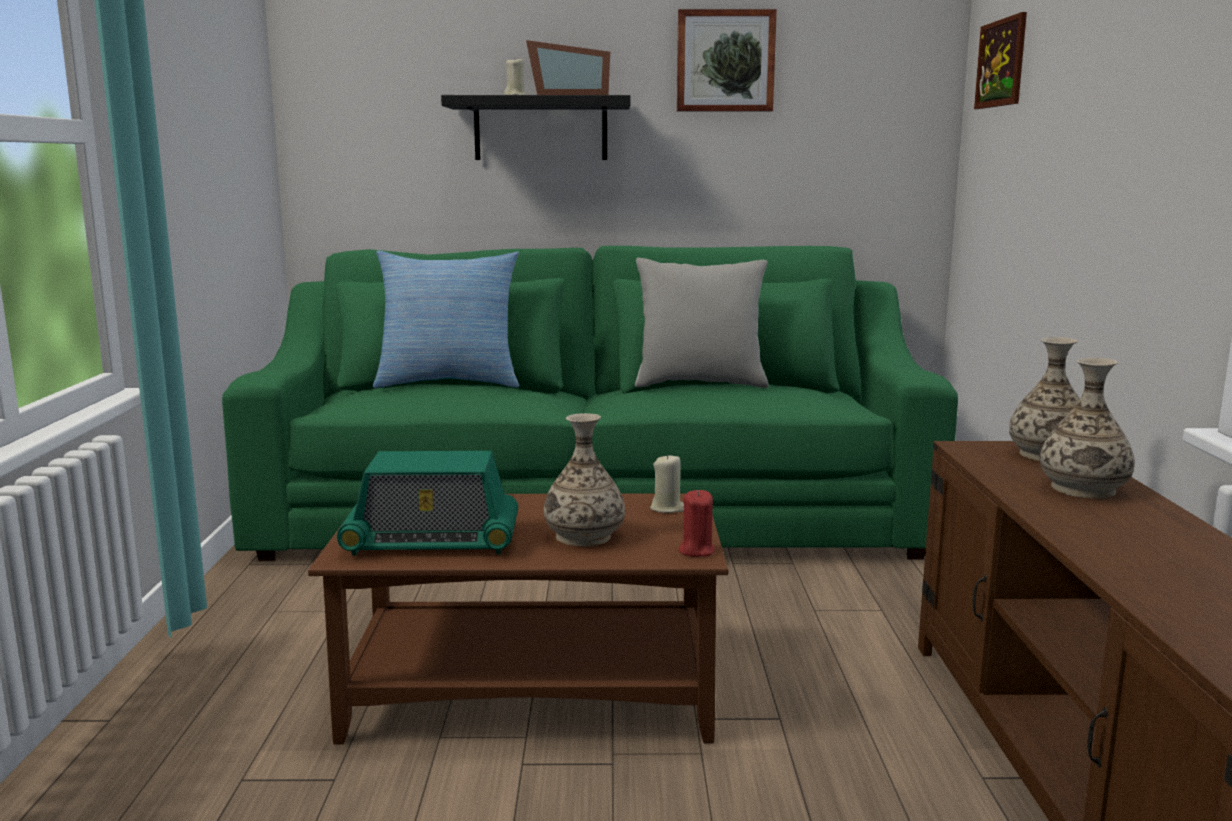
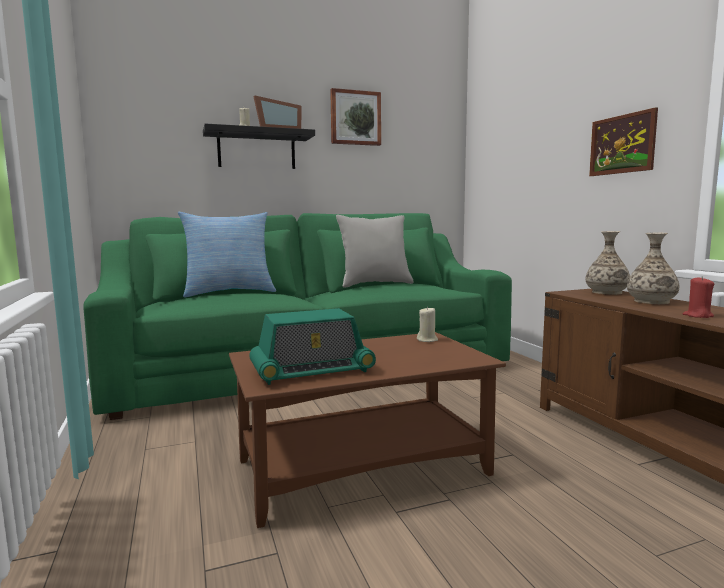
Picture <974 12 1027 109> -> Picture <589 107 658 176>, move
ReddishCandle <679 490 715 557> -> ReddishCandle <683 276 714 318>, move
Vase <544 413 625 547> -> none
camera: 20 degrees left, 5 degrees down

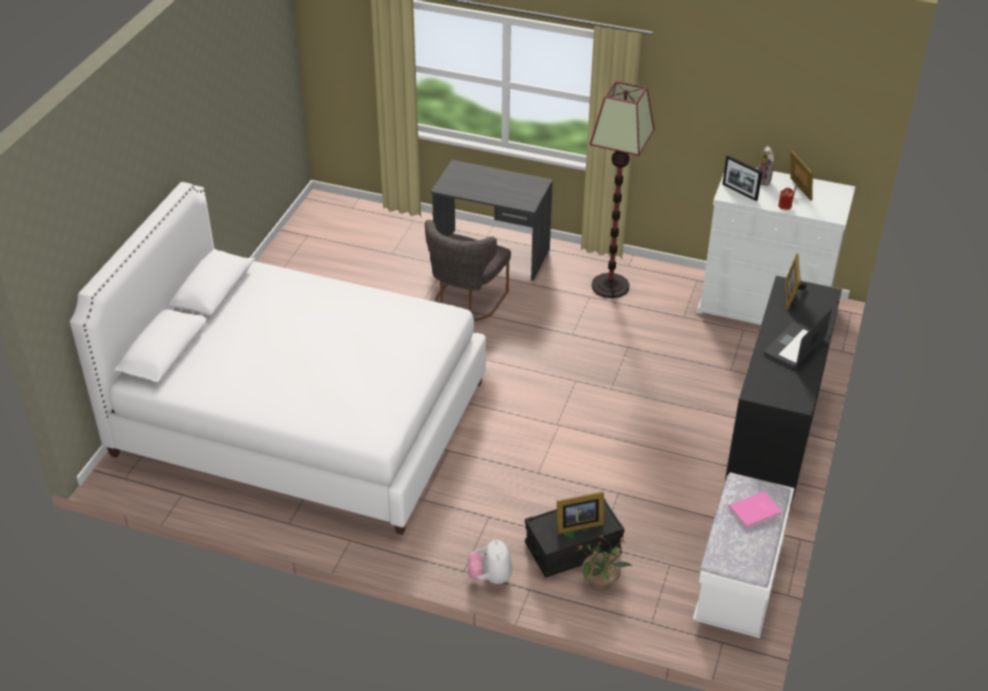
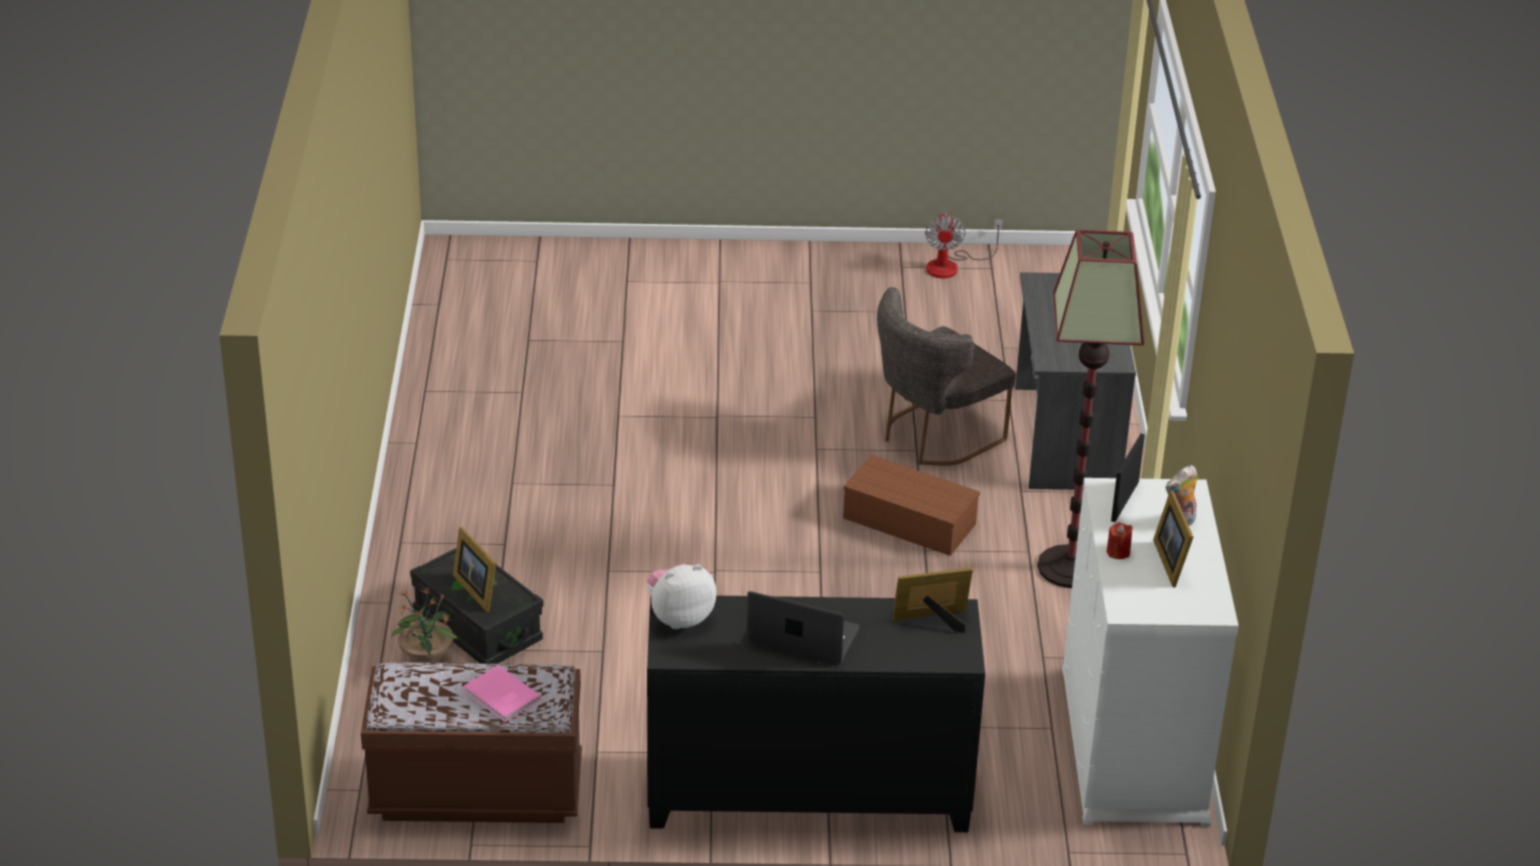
WhiteLongSeat <693 473 794 638> -> BrownishLongSeat <361 663 582 823>
PlushToy <467 539 512 584> -> PlushToy <647 564 716 629>, move
none -> BrownishStorageContainer <843 455 980 556>
GrayChair <425 220 511 322> -> GrayChair <877 287 1016 466>, 45 degrees counterclockwise
none -> Fan <925 213 1003 278>
PhotoFrame <790 150 813 201> -> PhotoFrame <1153 490 1193 588>, 120 degrees clockwise
WhiteBed <70 182 486 535> -> none
camera: 70 degrees right, 5 degrees down

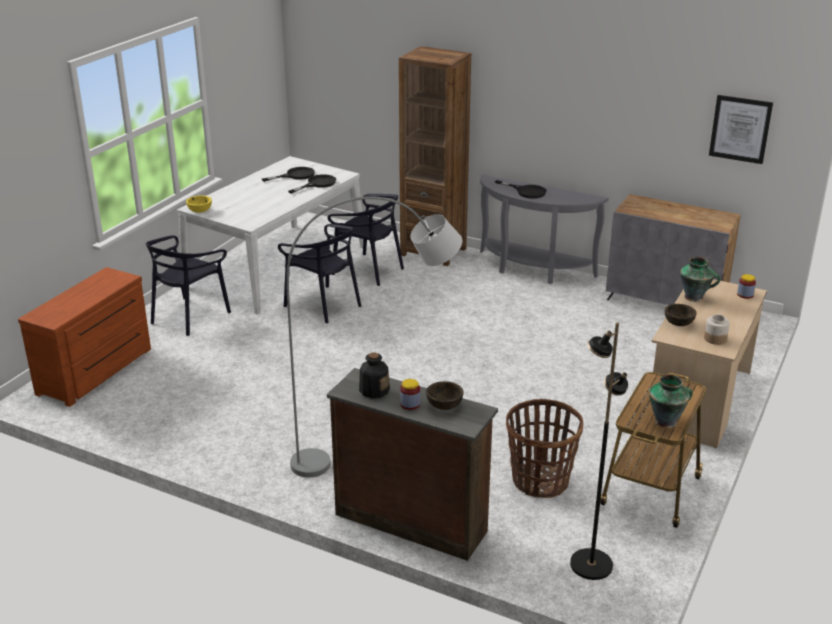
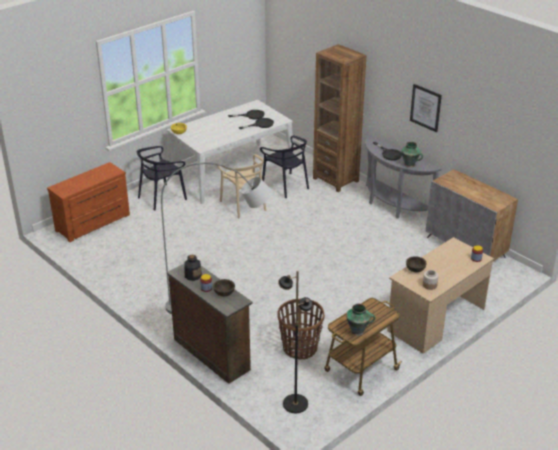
BlackColouredChair <278 224 361 323> -> BeigeChair <217 154 266 218>
Vase <680 257 721 302> -> Vase <401 142 423 167>, move
Picture <709 95 773 164> -> Picture <410 84 442 132>, move
camera: 20 degrees right, 5 degrees up

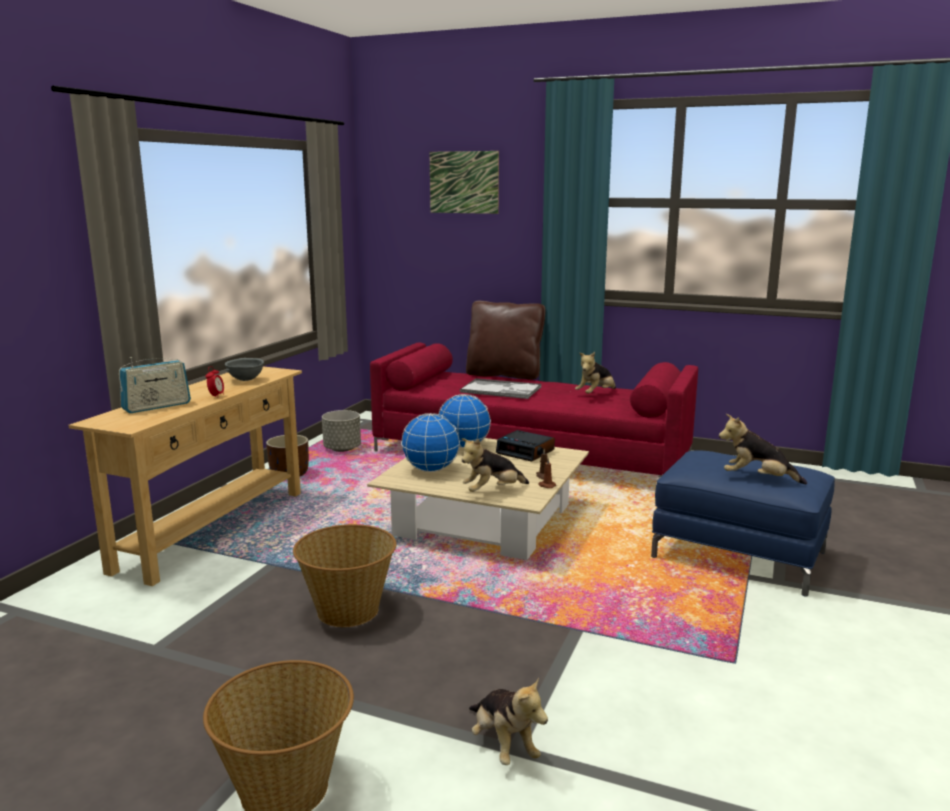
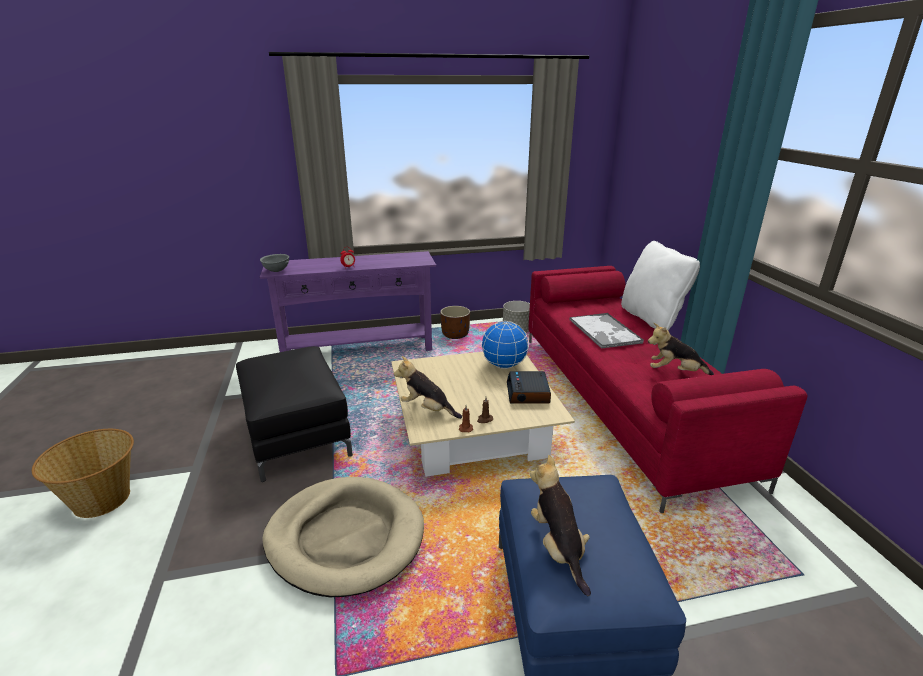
Basket <293 524 397 627> -> BlackColouredOttoman <236 346 353 482>
BeigeNarrowTable <68 366 302 586> -> PurpleNarrowTable <260 251 436 352>
GrayBowl <225 358 264 381> -> GrayBowl <260 254 289 272>, move
none -> BeigeDogCushion <262 477 424 597>
BrownishCushion <466 301 545 380> -> WhiteCushion <621 241 700 330>
RadioSet <119 357 191 413> -> none
WorldGlobe <401 413 460 472> -> none
Picture <430 151 499 214> -> none
PlushToy <469 677 548 765> -> none
camera: 55 degrees right, 10 degrees up

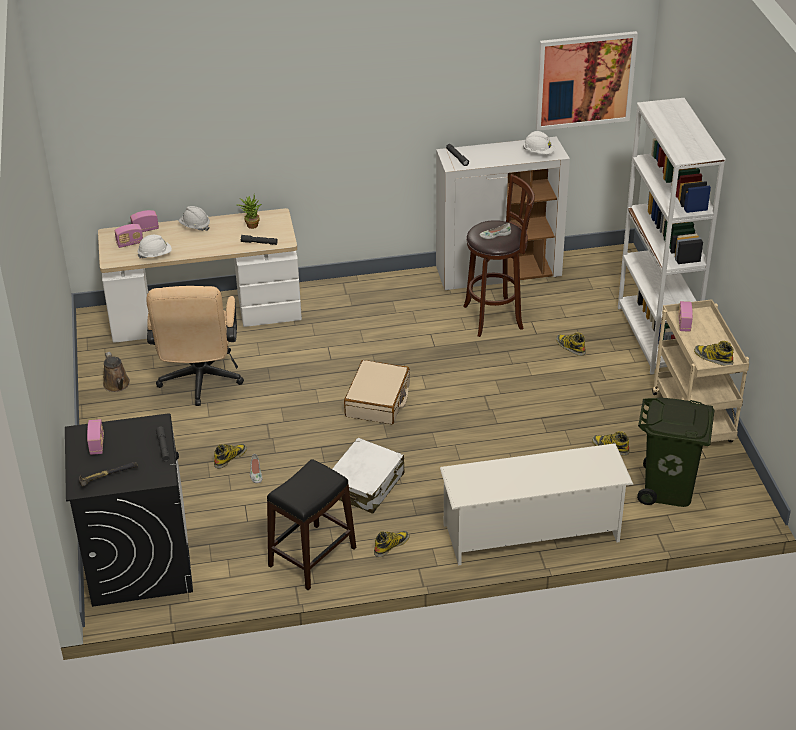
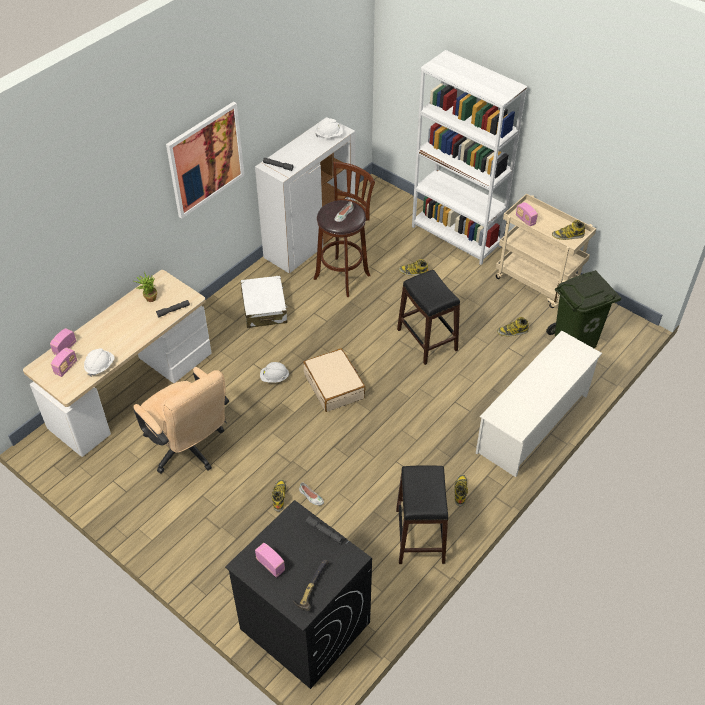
Picture <536 31 638 131> -> Picture <166 101 244 219>, move
WhiteTravelCase <333 438 405 513> -> WhiteTravelCase <241 276 288 328>, move
WhiteHardHat <178 206 210 231> -> WhiteHardHat <260 362 289 383>, move
none -> BlackColouredStoolSeat <397 270 460 365>
BrownishWateringCan <103 352 130 392> -> none
camera: 40 degrees left, 10 degrees up

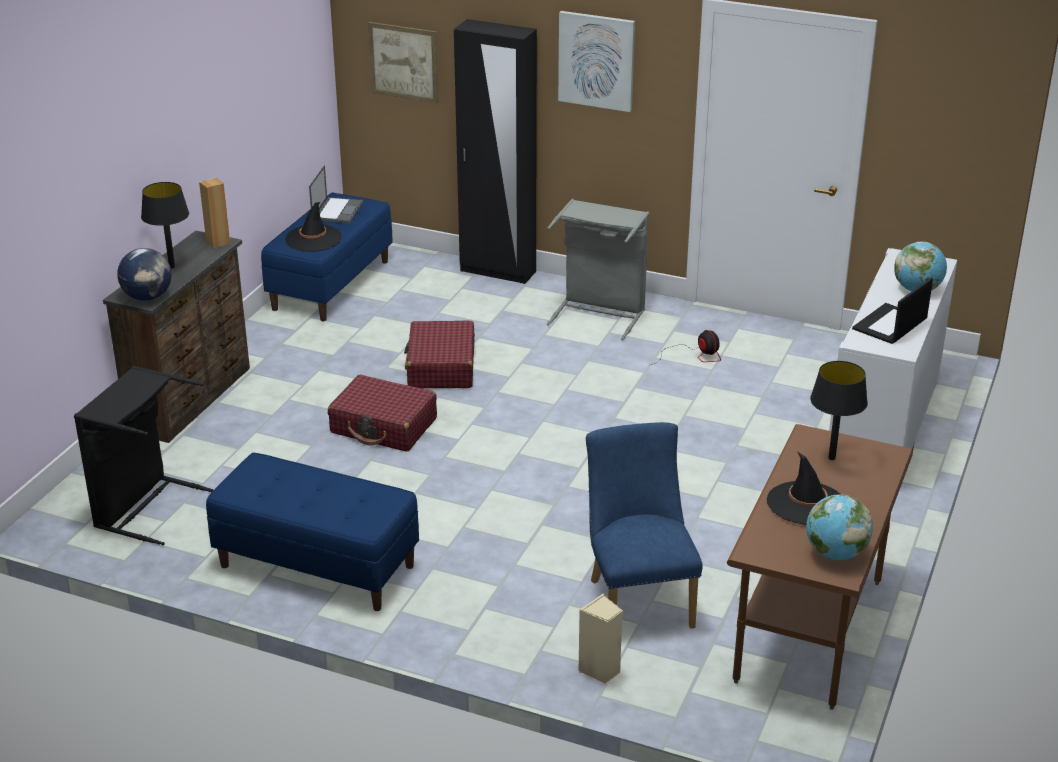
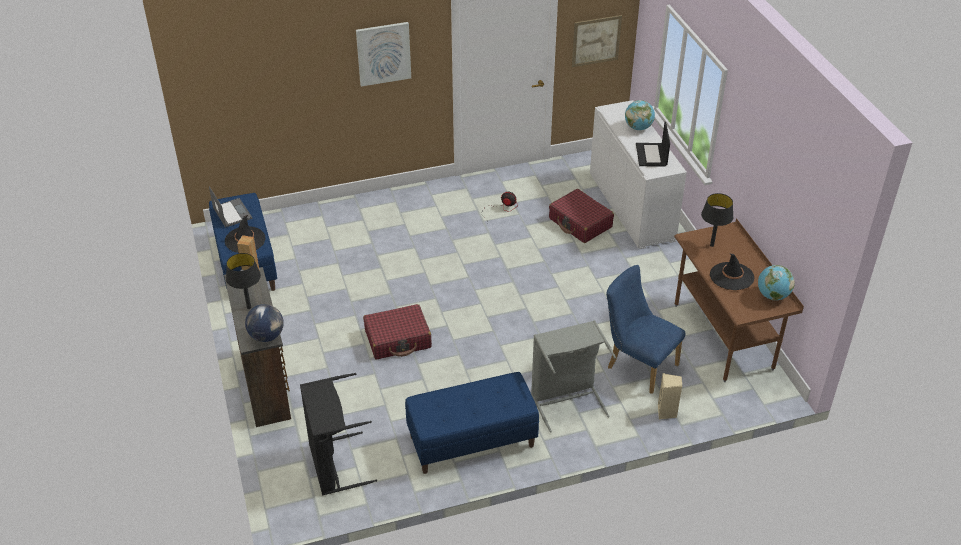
GrayHamper <547 199 649 340> -> GrayHamper <531 320 616 433>, move
ReddishTravelCase <404 320 475 388> -> ReddishTravelCase <549 189 614 243>, move
Picture <368 22 439 103> -> Picture <572 15 622 67>, move
BlackColouredArmoire <454 19 537 284> -> none
camera: 40 degrees left, 10 degrees up

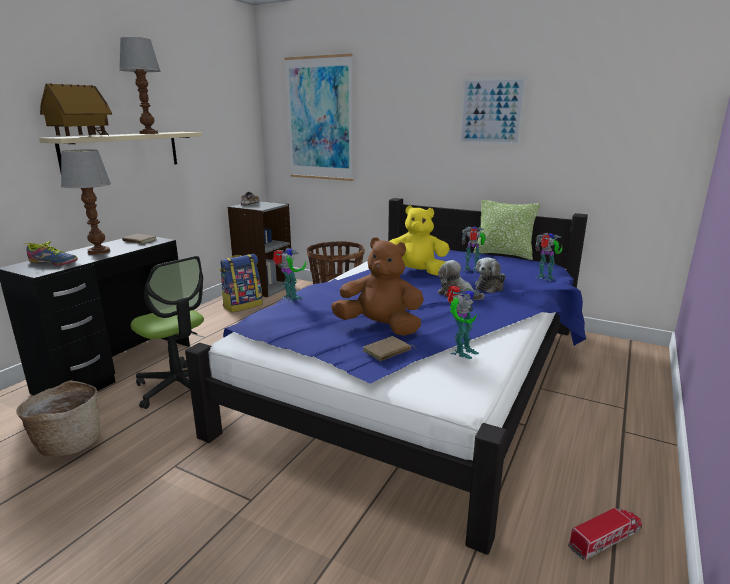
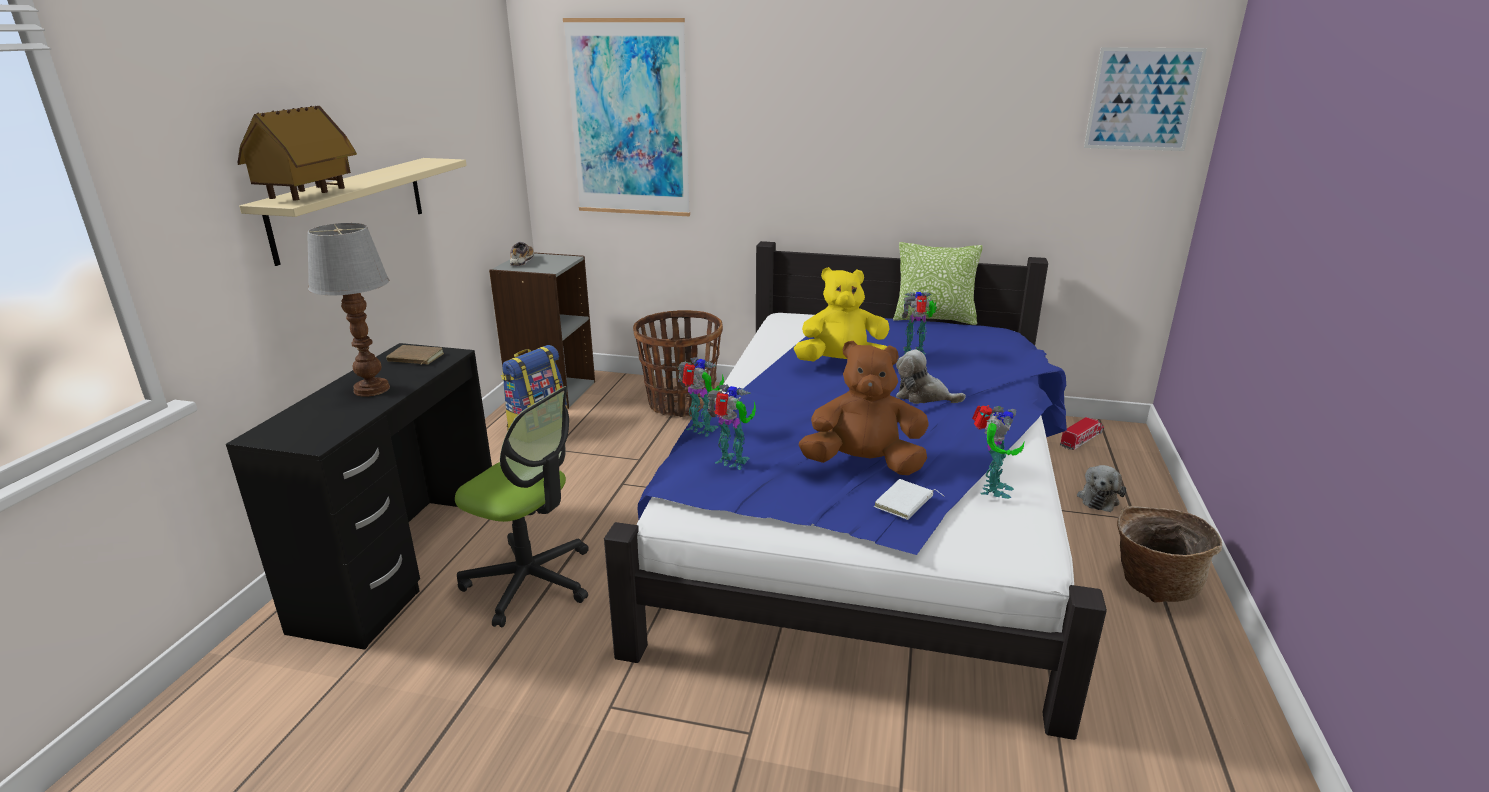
ModelRobot <535 233 562 281> -> ModelRobot <706 384 756 470>, move
BrownishVolume <363 336 417 361> -> WhiteVolume <874 479 944 520>
ModelTruck <568 508 642 560> -> ModelTruck <1060 417 1104 450>, move
PlushToy <475 257 505 293> -> PlushToy <1077 465 1126 512>, move
Picture <459 77 526 144> -> Picture <1084 47 1207 151>, move
Basket <16 380 100 456> -> Basket <1117 506 1222 603>, move
LowShoe <23 241 78 265> -> none
TableLamp <119 37 161 134> -> none
camera: 15 degrees left, 5 degrees up

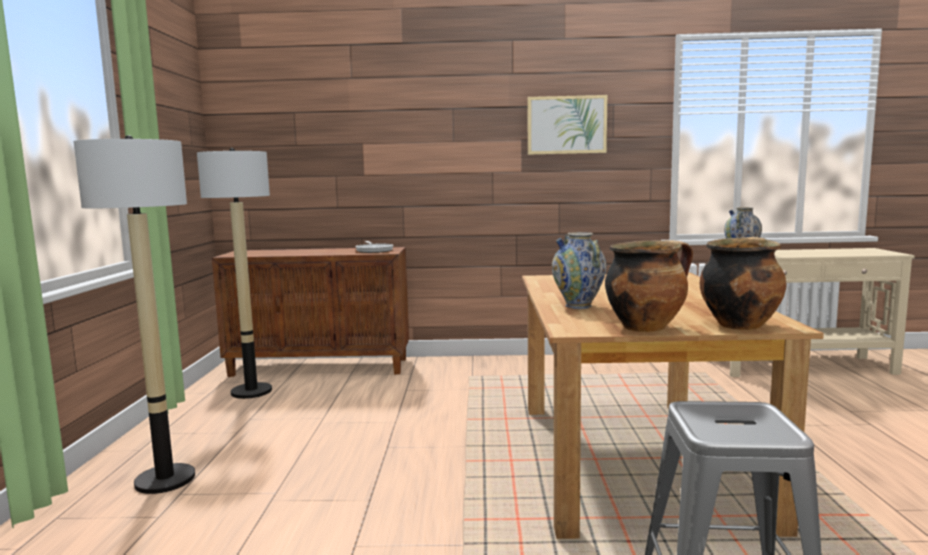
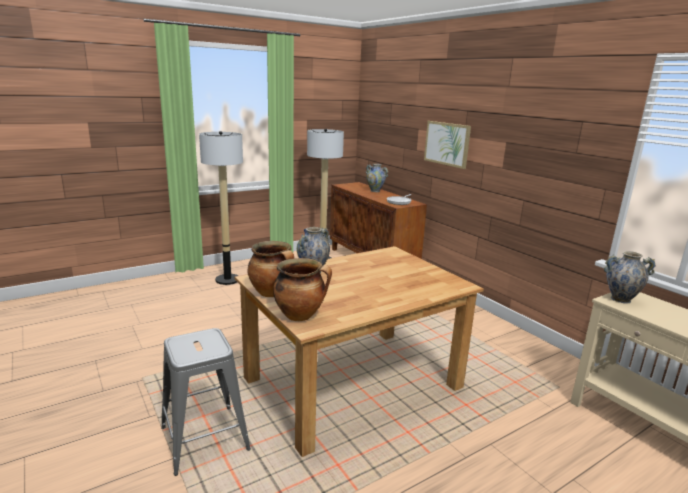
none -> Vase <366 164 388 192>
Picture <527 95 607 155> -> Picture <424 121 471 169>, move
camera: 55 degrees right, 10 degrees up

